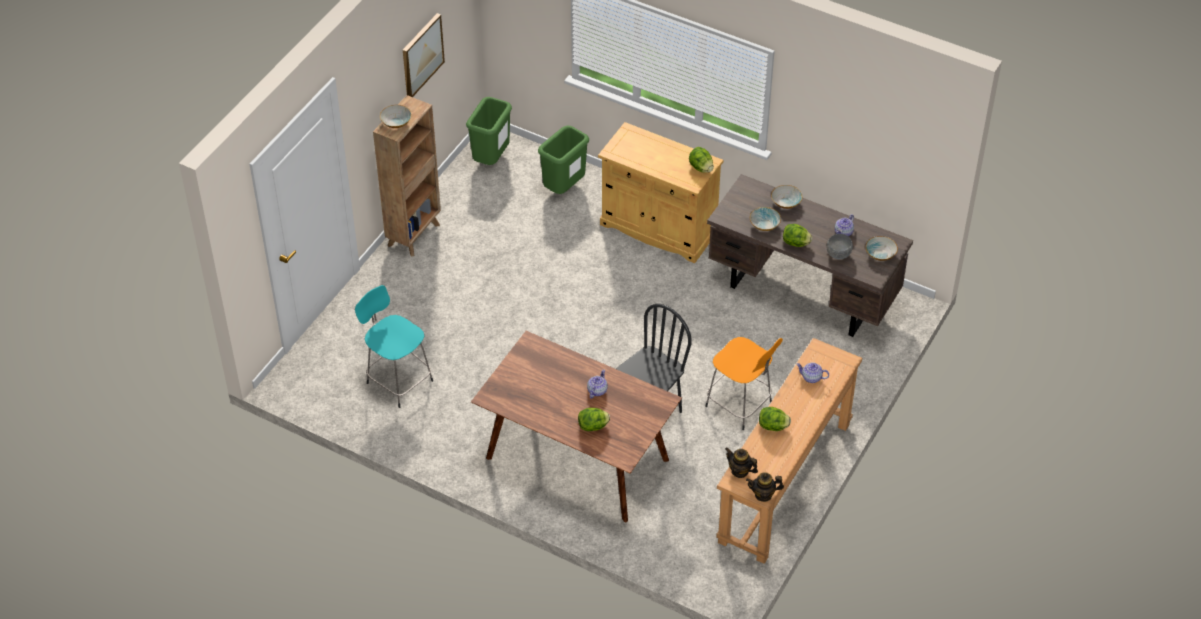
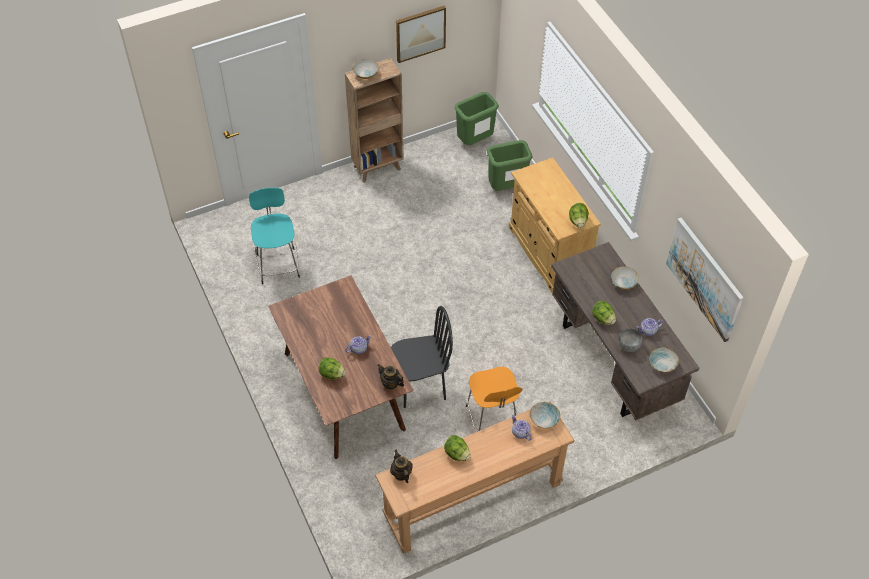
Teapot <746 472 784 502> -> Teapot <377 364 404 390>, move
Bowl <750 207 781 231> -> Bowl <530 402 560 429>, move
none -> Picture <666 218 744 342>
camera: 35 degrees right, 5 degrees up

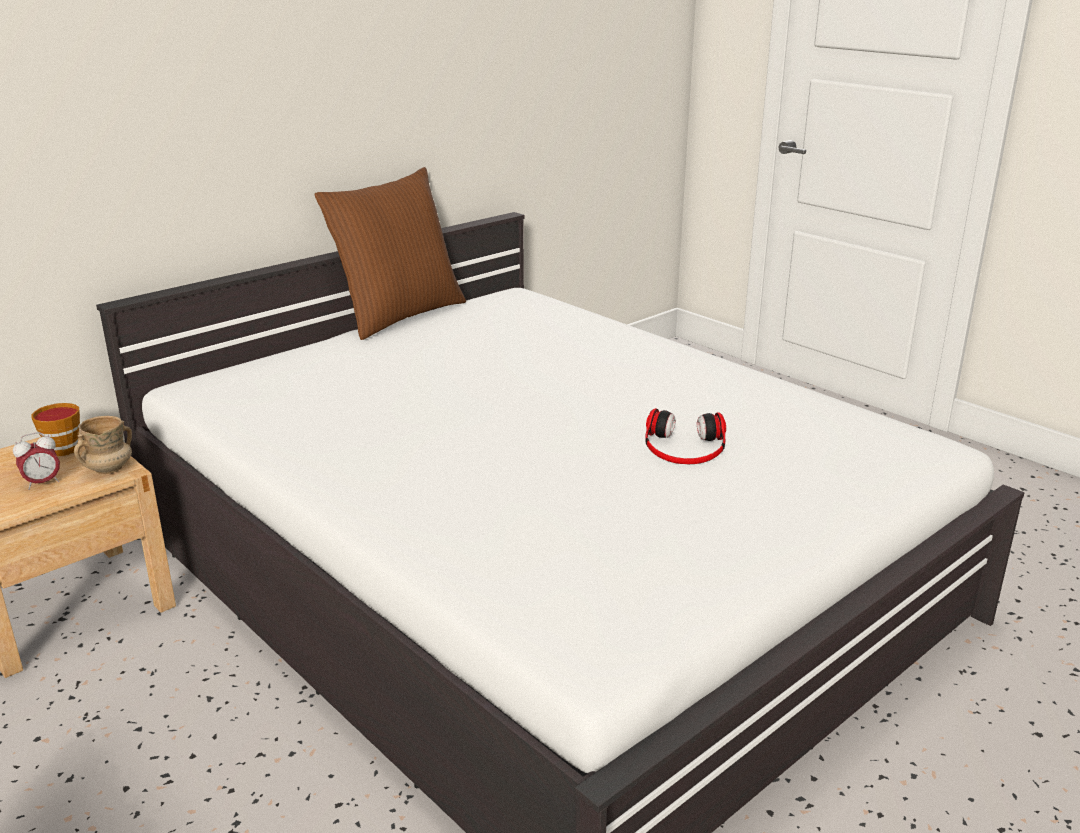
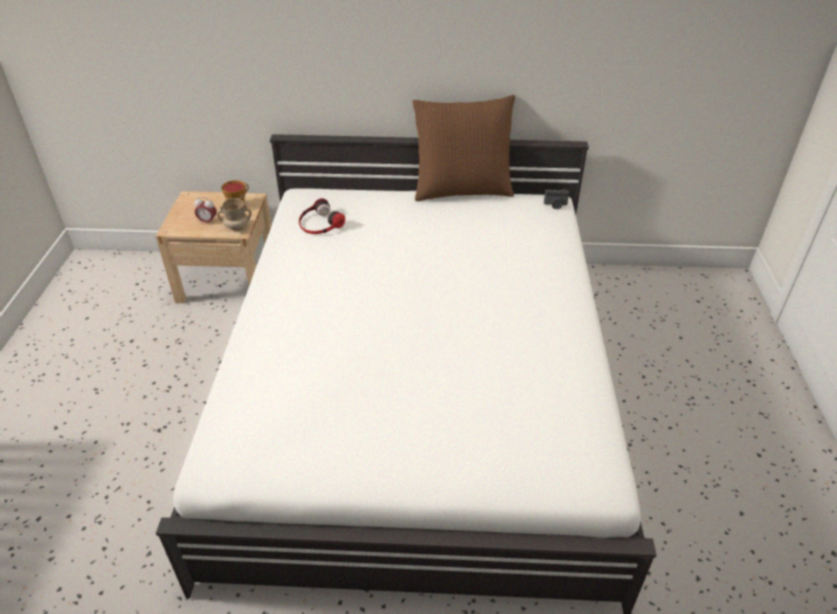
PairOfHeadphones <645 408 726 464> -> PairOfHeadphones <299 198 345 234>, move
none -> PhotoCamera <544 189 569 209>
camera: 45 degrees right, 15 degrees up

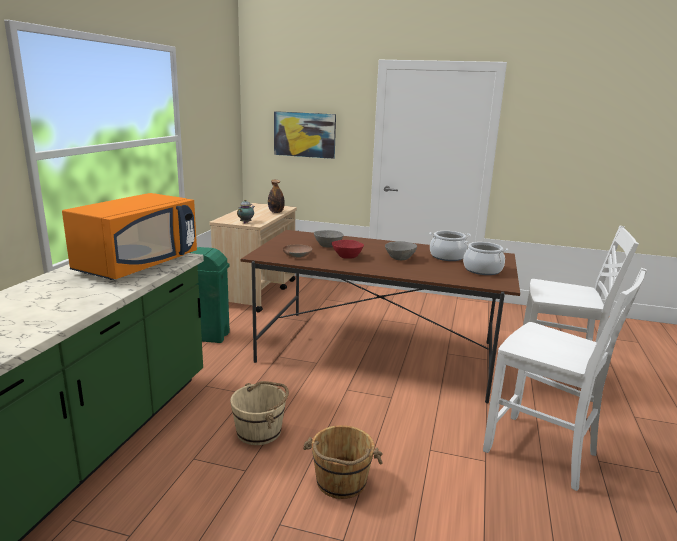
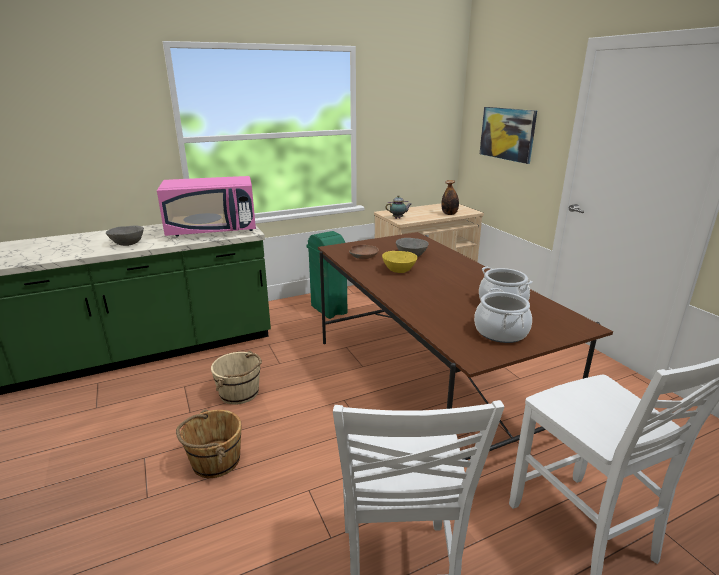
GrayBowl <385 241 417 260> -> GrayBowl <106 226 144 246>, move
OrangeKitchenMicrowave <62 193 197 280> -> PinkKitchenMicrowave <157 176 256 236>
ReddishBowl <332 240 364 259> -> YellowColouredBowl <382 251 417 273>
camera: 50 degrees right, 5 degrees up

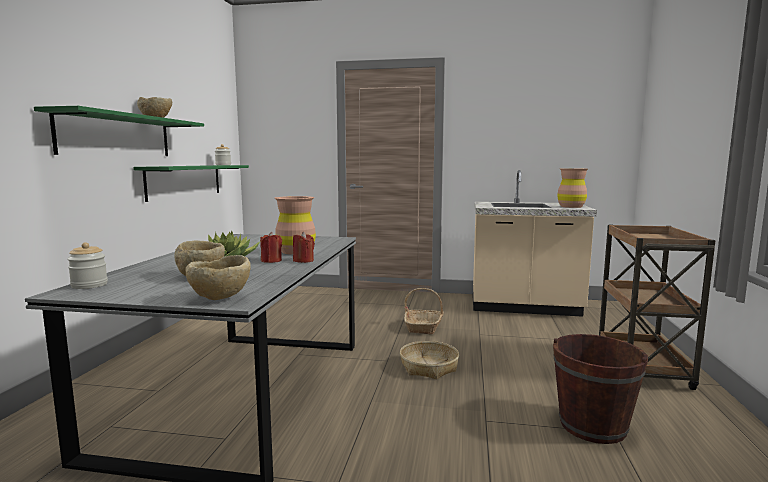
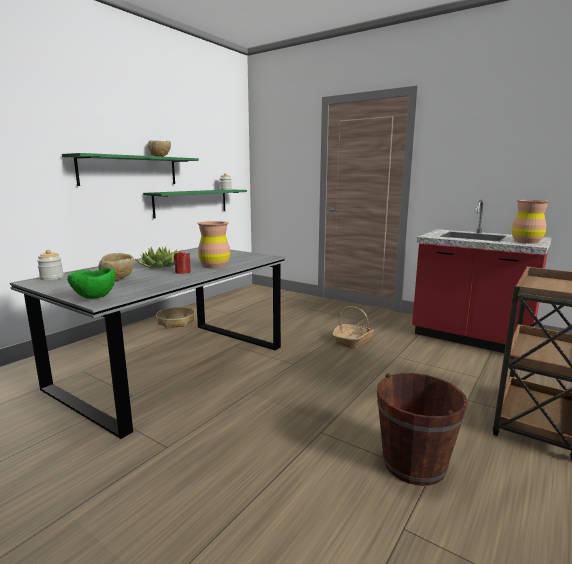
BeigeBowl <185 255 250 300> -> GreenishBowl <67 268 116 299>
Basket <400 341 459 379> -> Basket <156 307 195 329>, move
BeigeKitchenCounter <473 170 597 317> -> ReddishKitchenCounter <412 200 552 353>
ReddishCandle <293 232 315 263> -> none
camera: 25 degrees right, 5 degrees up

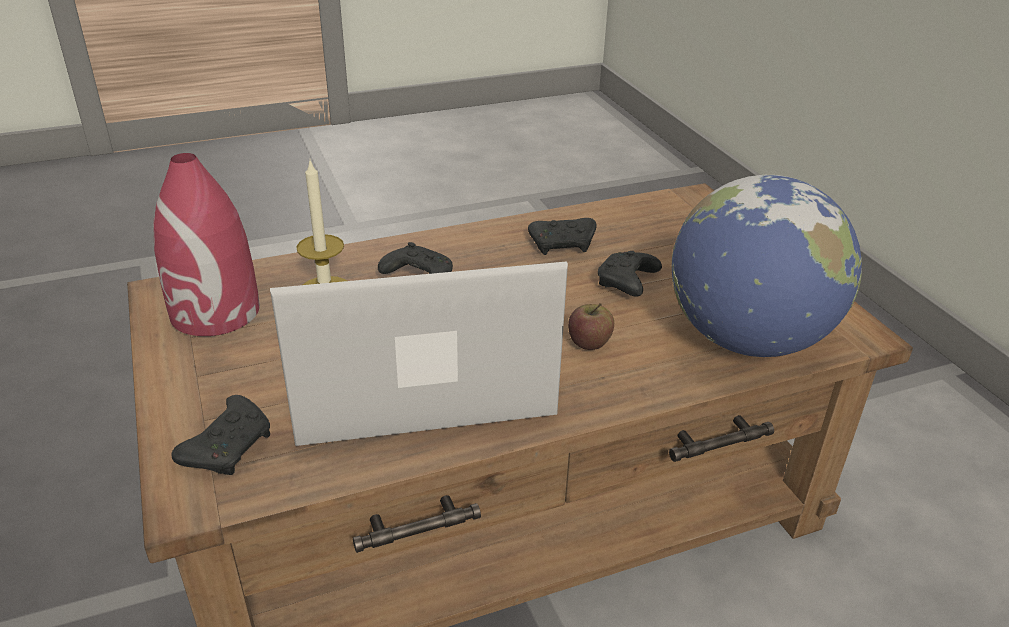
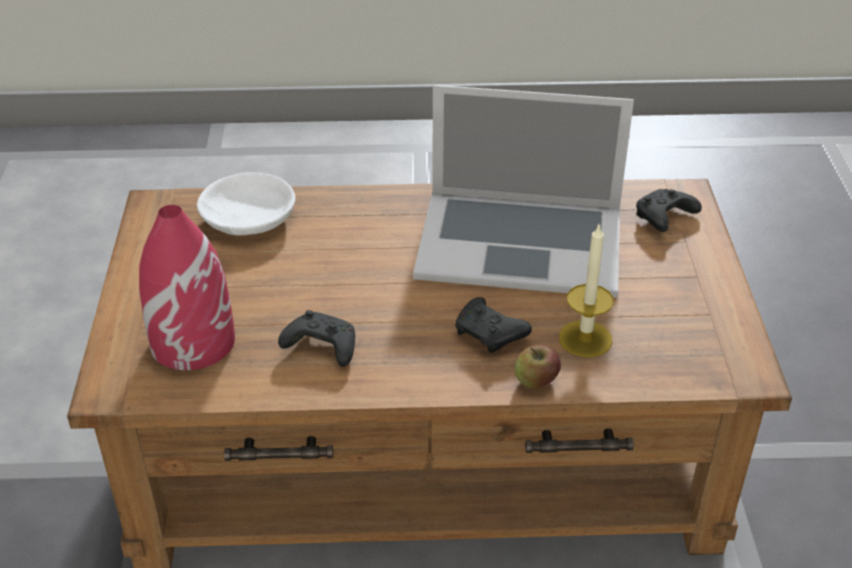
ReddishVase <153 153 260 336> -> ReddishVase <139 205 235 370>, move
WorldGlobe <672 175 862 357> -> WhiteBowl <197 172 295 235>
AppleFruit <568 303 614 350> -> AppleFruit <514 345 561 389>, move
BlackColouredJoypad <598 251 662 297> -> none
camera: 160 degrees left, 5 degrees up

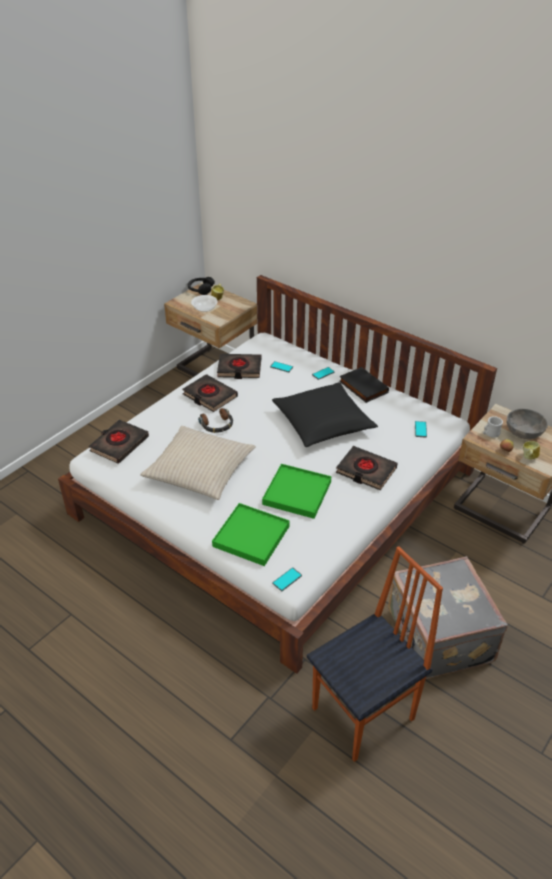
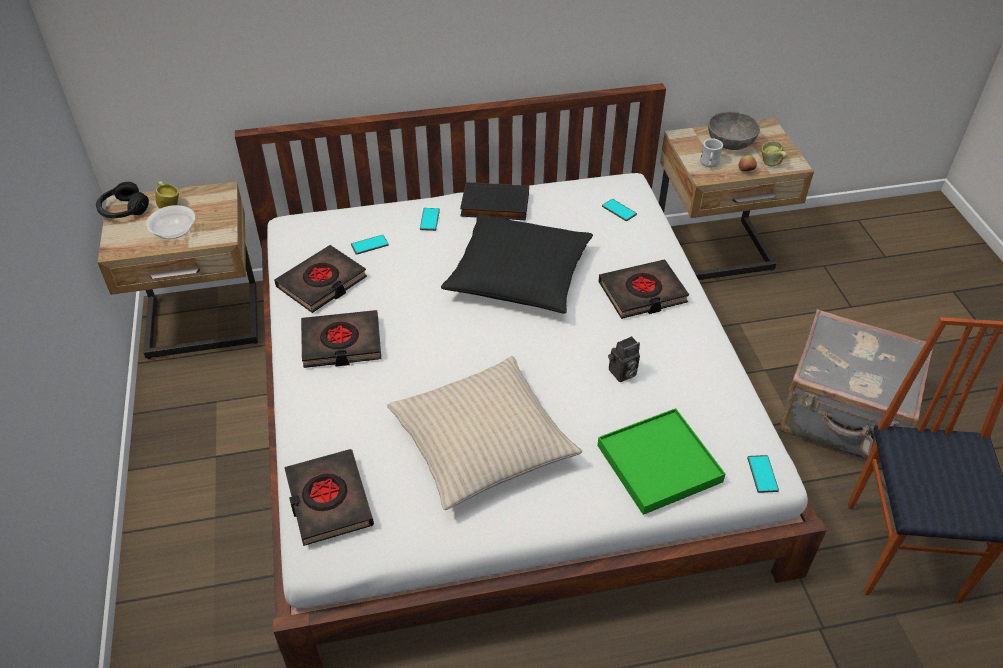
GreenishCarryingTray <262 464 331 519> -> PhotoCamera <608 336 640 382>
PairOfHeadphones <198 408 233 433> -> none
camera: 50 degrees left, 5 degrees up

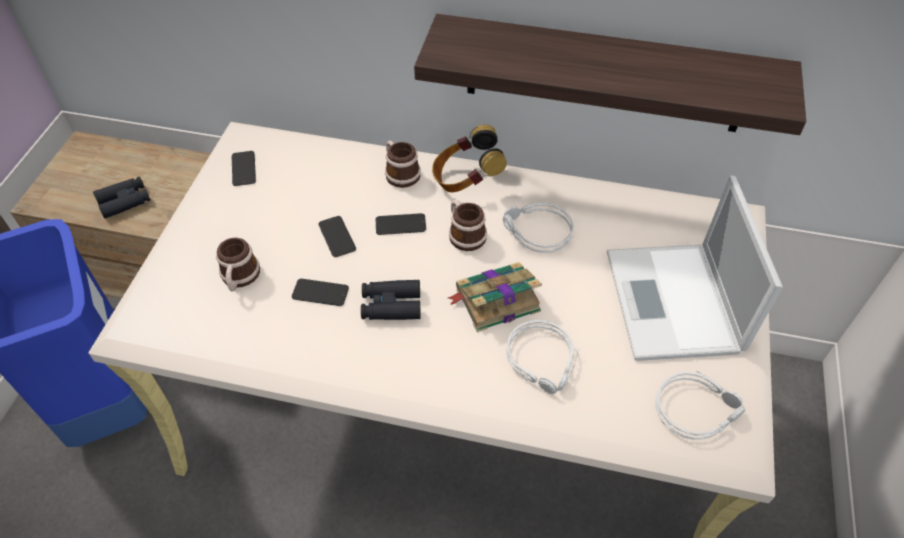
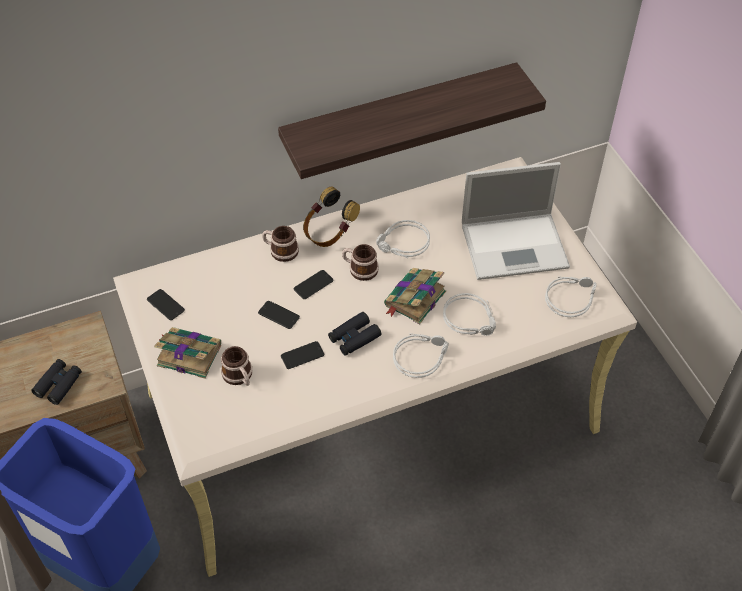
none -> Volume <154 327 221 379>
none -> GrayPairOfHeadphones <393 333 449 378>
NotebookComputer <607 175 783 361> -> NotebookComputer <462 162 570 280>, 60 degrees counterclockwise
camera: 35 degrees left, 0 degrees up

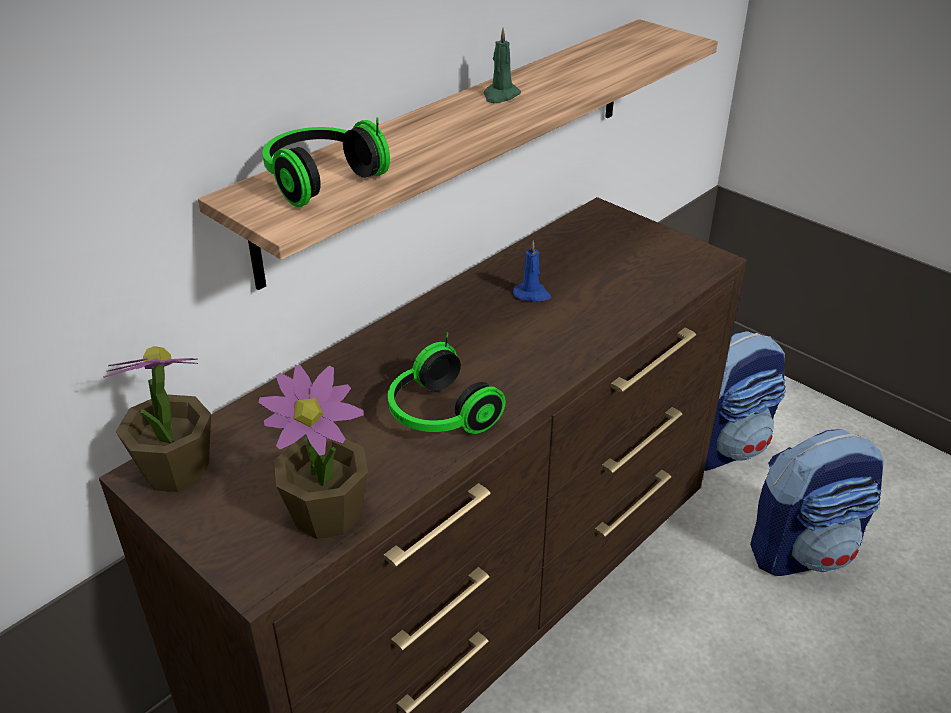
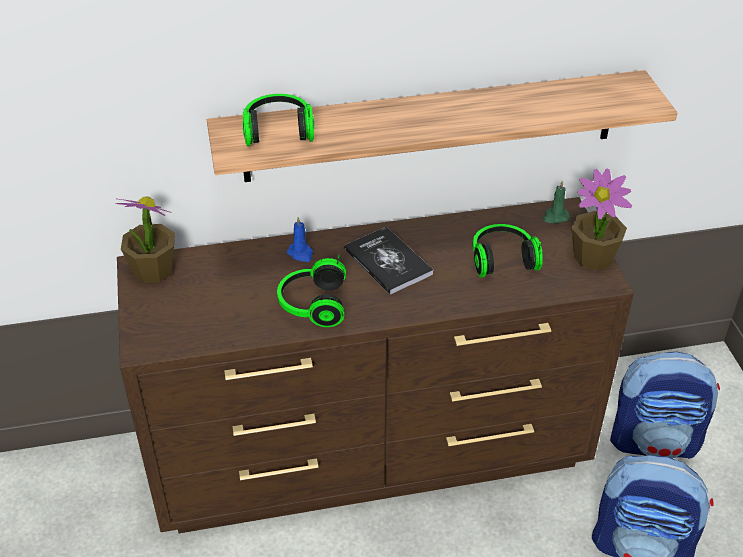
BluishCandle <513 240 551 302> -> BluishCandle <287 217 313 262>, move
none -> Volume <344 227 433 295>
none -> PairOfHeadphones <473 224 543 278>
GreenishCandle <484 28 521 103> -> GreenishCandle <542 181 570 223>, move
PlantInAPot <258 365 368 539> -> PlantInAPot <571 168 632 271>, move
camera: 35 degrees right, 5 degrees up

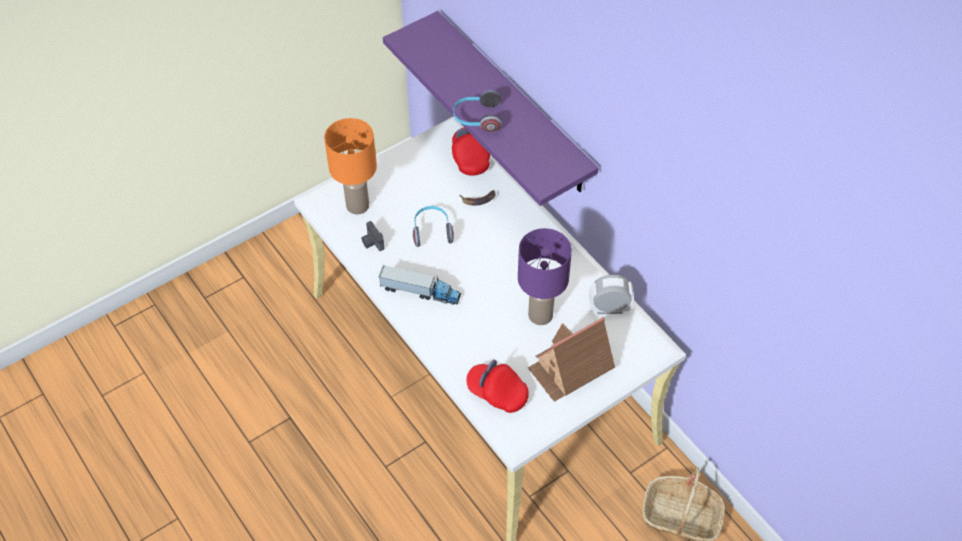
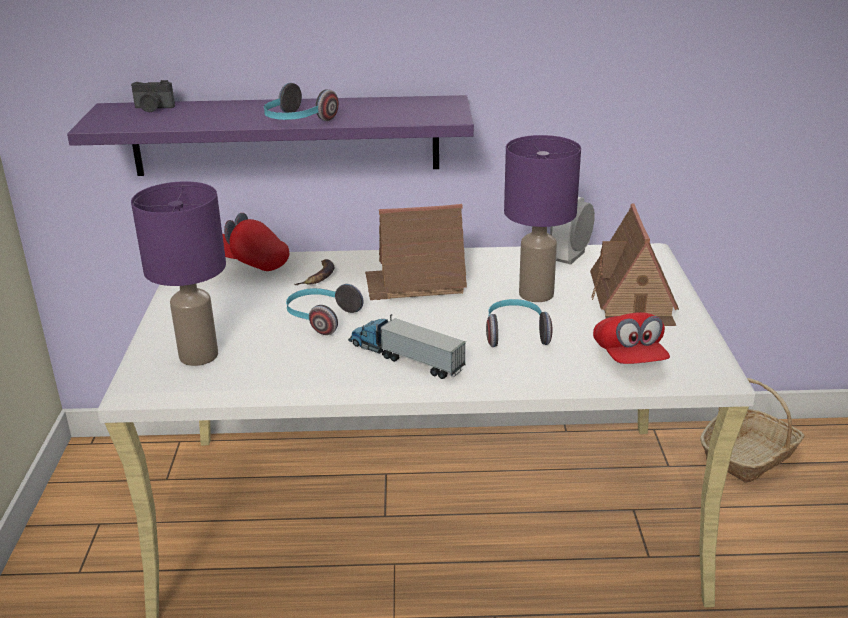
PhotoCamera <361 221 384 251> -> PhotoCamera <131 80 175 112>, move
OrangeTableLamp <324 118 377 214> -> PurpleTableLamp <131 181 226 366>
ModelTruck <379 265 461 305> -> ModelTruck <348 314 466 379>, 105 degrees counterclockwise
none -> ModelHouse <365 204 467 300>
none -> PairOfHeadphones <486 299 552 347>
ReddishPeakedCap <466 360 529 413> -> ReddishPeakedCap <593 312 670 364>, 75 degrees counterclockwise
camera: 55 degrees left, 25 degrees down

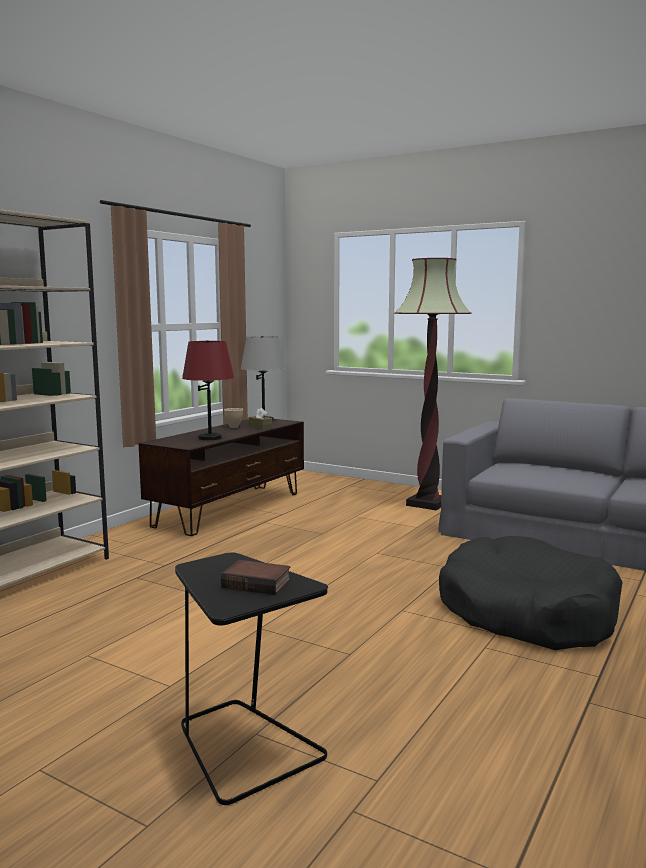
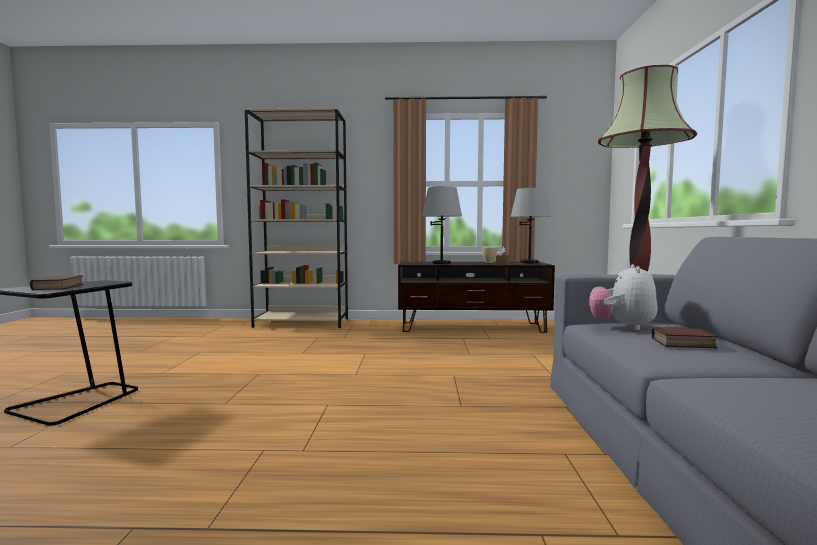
ReddishTableLamp <182 340 234 440> -> GrayTableLamp <422 186 462 264>
none -> PlushToy <589 264 658 330>
none -> Volume <652 327 718 348>
BlackColouredDogCushion <439 536 623 650> -> none
camera: 60 degrees right, 5 degrees down

